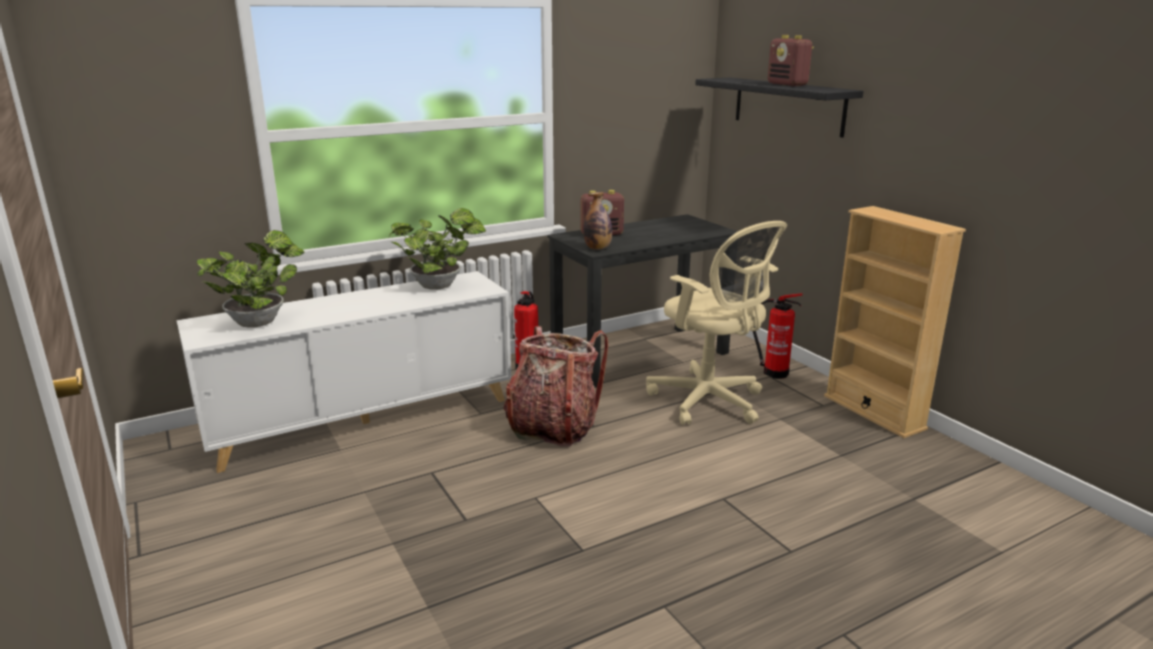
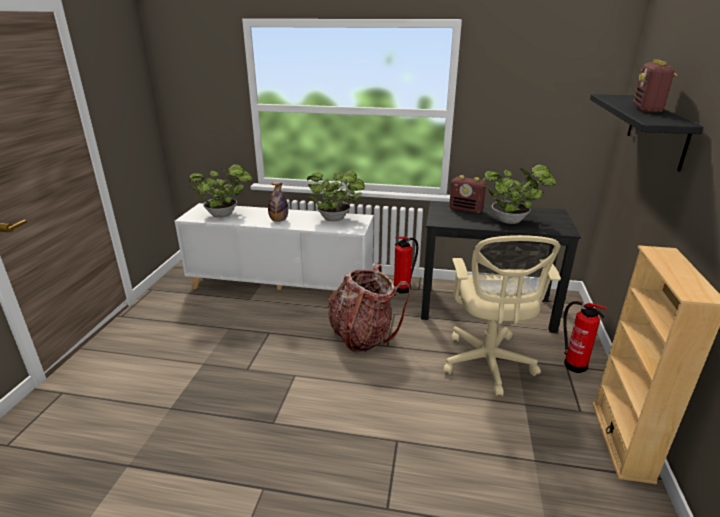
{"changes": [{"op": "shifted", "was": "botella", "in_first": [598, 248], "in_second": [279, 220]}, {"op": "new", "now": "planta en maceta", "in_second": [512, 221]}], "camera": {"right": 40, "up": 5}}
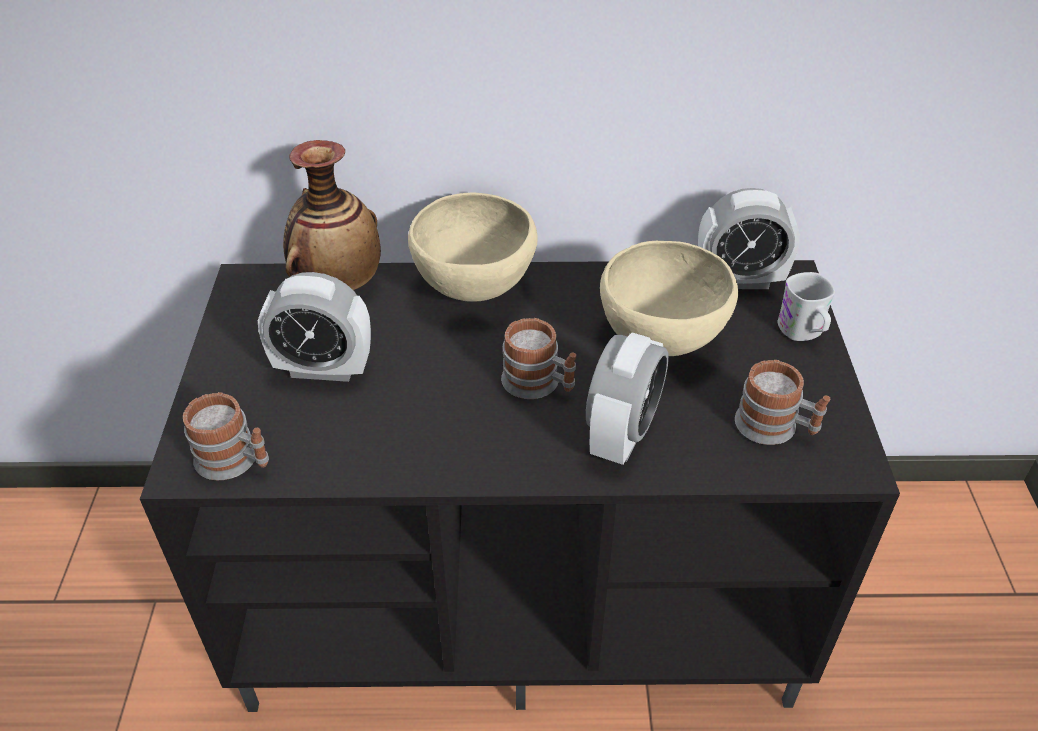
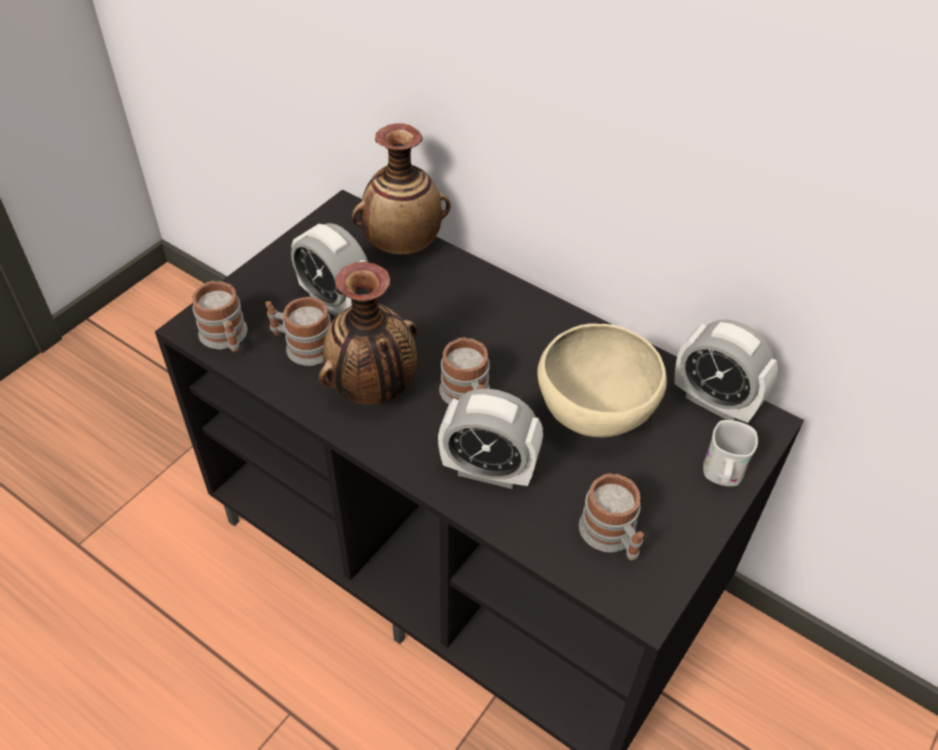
{"changes": [{"op": "gone", "was": "cuenco/beis", "in_first": [474, 288]}, {"op": "rotated", "was": "despertador", "in_first": [622, 435], "in_second": [488, 470], "clockwise": 45}, {"op": "new", "now": "taza grande", "in_second": [302, 346]}, {"op": "new", "now": "florero", "in_second": [373, 389]}], "camera": {"right": 35, "up": 5}}
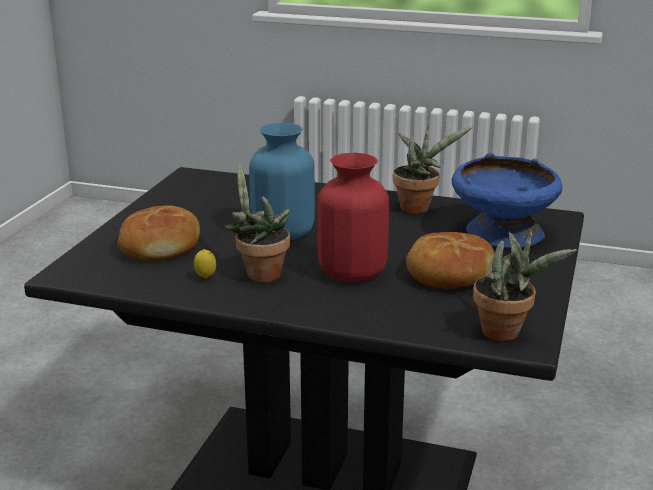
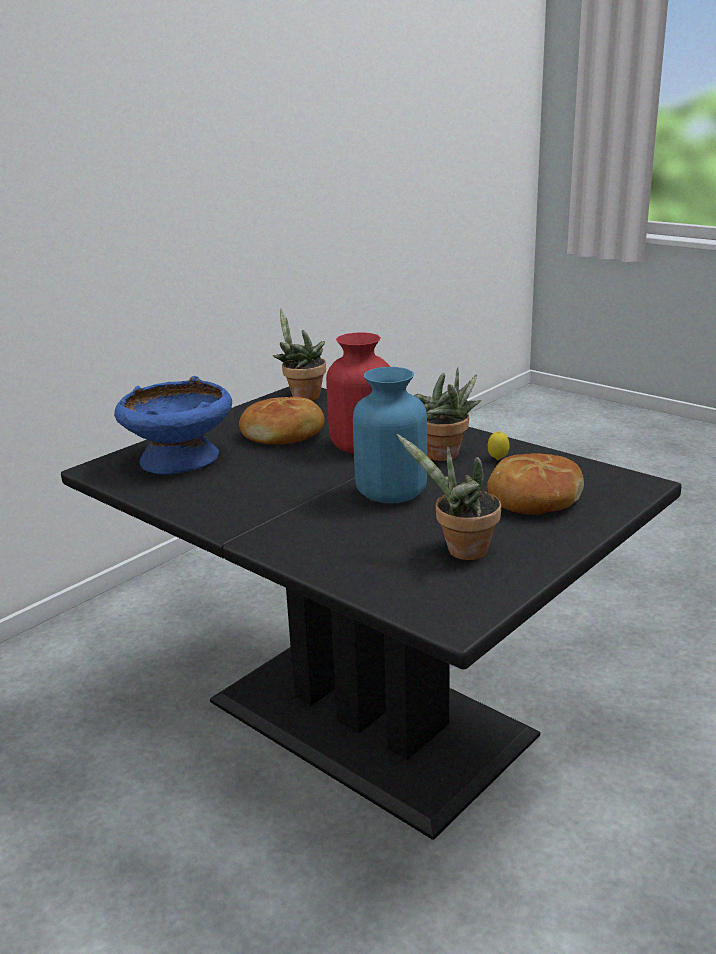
{"changes": [{"op": "shifted", "was": "planta en maceta", "in_first": [418, 207], "in_second": [461, 551]}], "camera": {"right": -155, "up": 0}}
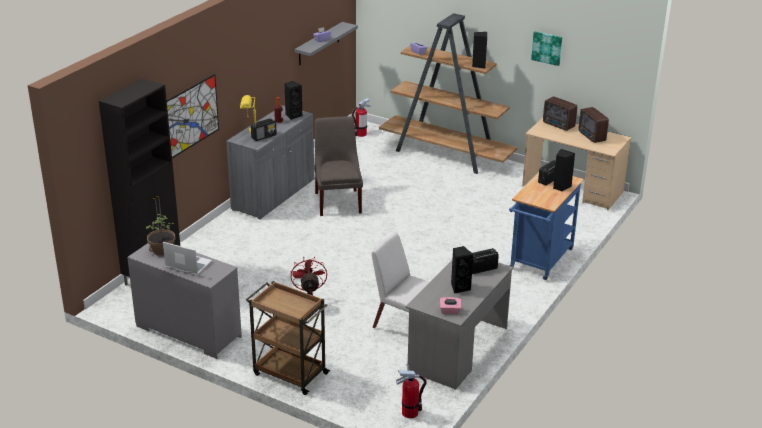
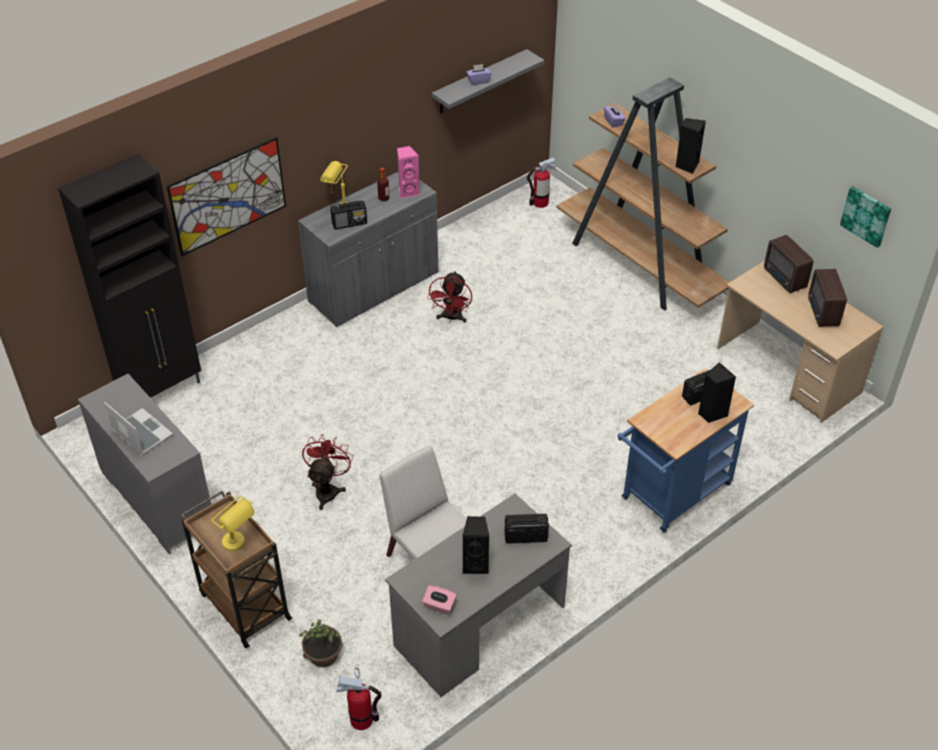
{"changes": [{"op": "shifted", "was": "planta en maceta", "in_first": [162, 250], "in_second": [323, 654]}, {"op": "repainted", "was": "altavoz/negro", "now": "altavoz/rosa", "in_first": [293, 115], "in_second": [408, 191]}, {"op": "swapped", "was": "silla/gris", "now": "ventilador/rojo", "in_first": [338, 201], "in_second": [451, 318]}, {"op": "shifted", "was": "cuadro", "in_first": [547, 48], "in_second": [866, 216]}, {"op": "new", "now": "lámpara de mesa/amarillo", "in_second": [239, 545]}], "camera": {"right": 20, "up": 15}}
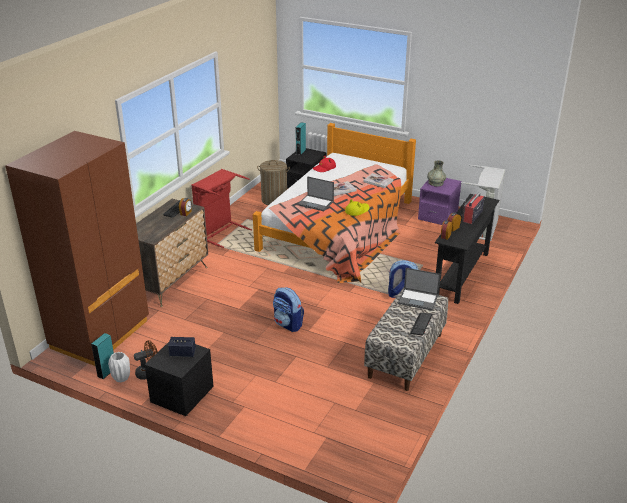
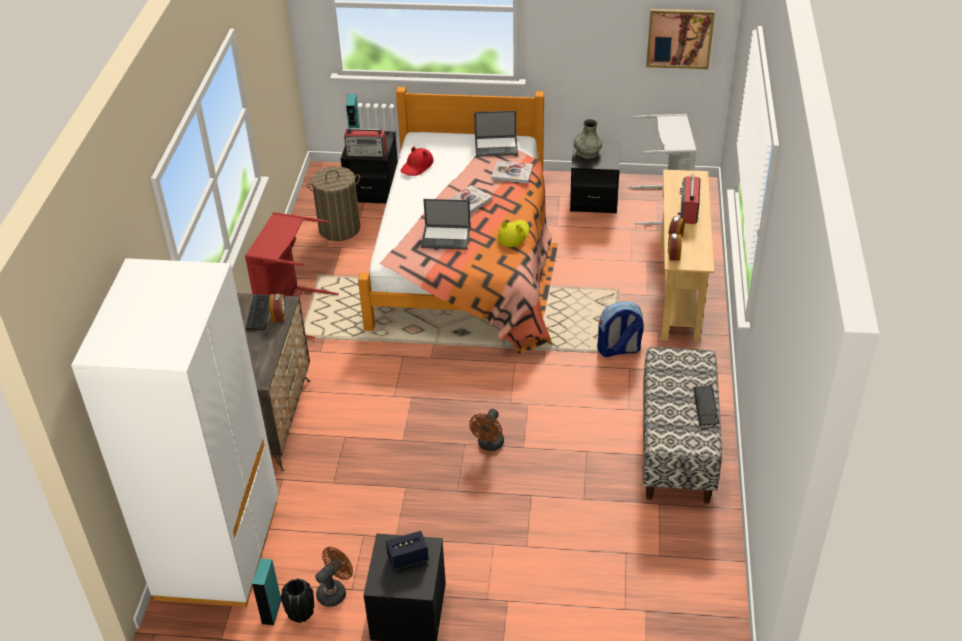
{"changes": [{"op": "repainted", "was": "armario ropero/marrón", "now": "armario ropero/blanco", "in_first": [100, 335], "in_second": [219, 550]}, {"op": "repainted", "was": "florero/blanco", "now": "florero/negro", "in_first": [121, 378], "in_second": [300, 614]}, {"op": "swapped", "was": "mochila", "now": "ventilador/marrón", "in_first": [288, 324], "in_second": [489, 445]}, {"op": "shifted", "was": "portátil", "in_first": [418, 299], "in_second": [497, 146]}, {"op": "repainted", "was": "mesita de noche/morado", "now": "mesita de noche/negro", "in_first": [438, 216], "in_second": [594, 198]}, {"op": "repainted", "was": "mesa consola/negro", "now": "mesa consola/beis", "in_first": [462, 275], "in_second": [679, 291]}, {"op": "new", "now": "radio", "in_second": [367, 152]}, {"op": "new", "now": "cuadro", "in_second": [679, 38]}], "camera": {"right": -20, "up": 10}}
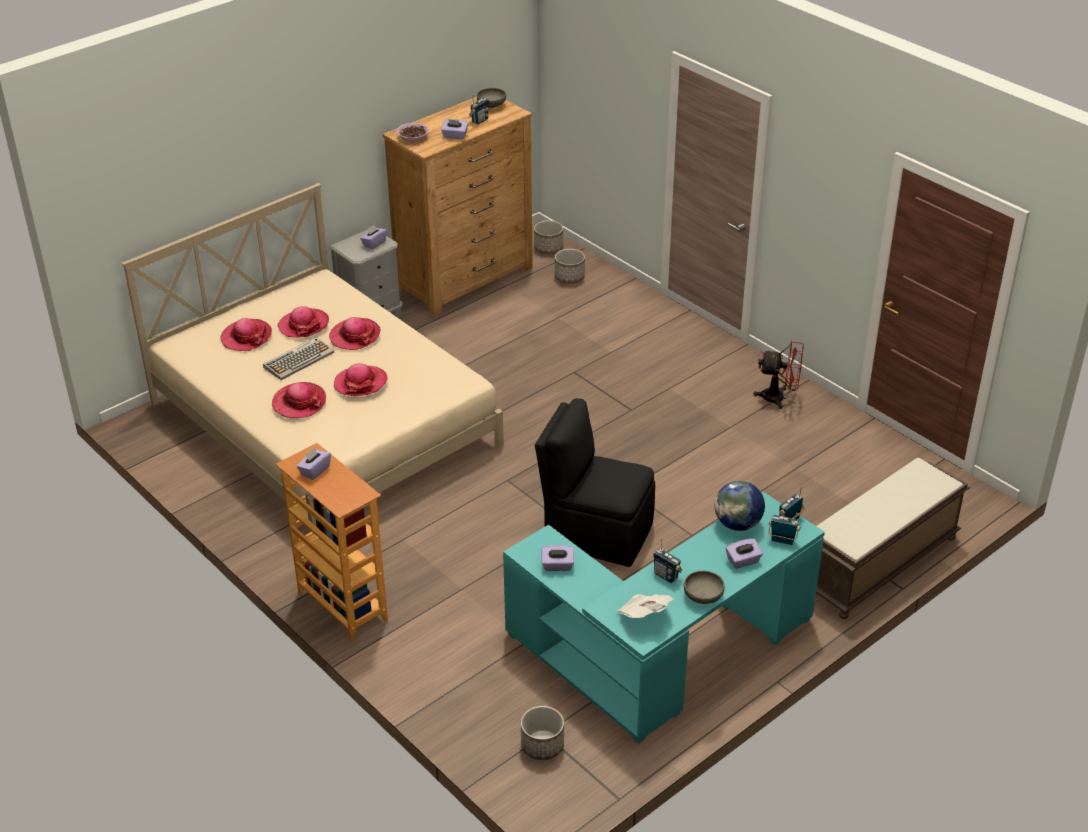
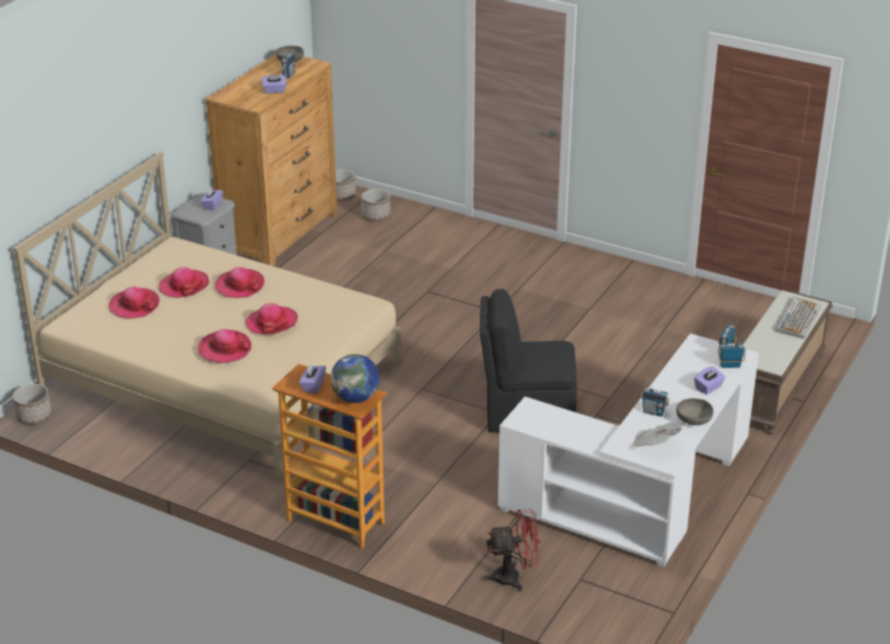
{"changes": [{"op": "shifted", "was": "teclado", "in_first": [299, 359], "in_second": [798, 318]}, {"op": "gone", "was": "cuenco", "in_first": [412, 137]}, {"op": "repainted", "was": "escritorio/turquesa", "now": "escritorio/blanco", "in_first": [662, 656], "in_second": [642, 496]}, {"op": "shifted", "was": "maceta", "in_first": [542, 746], "in_second": [34, 417]}, {"op": "gone", "was": "caja de pañuelos/morado", "in_first": [557, 566]}, {"op": "shifted", "was": "globo terráqueo", "in_first": [738, 524], "in_second": [355, 398]}, {"op": "shifted", "was": "ventilador/rojo", "in_first": [779, 398], "in_second": [514, 577]}], "camera": {"right": -20, "up": -5}}
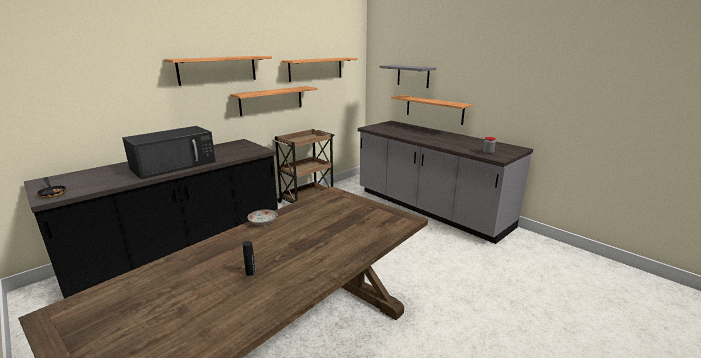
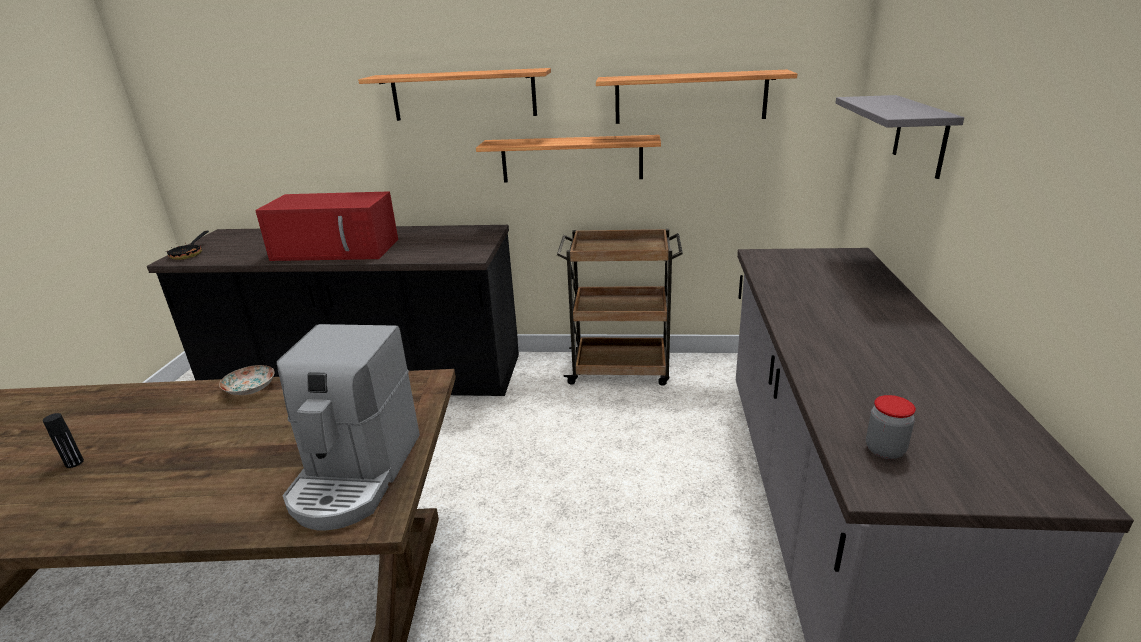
{"changes": [{"op": "repainted", "was": "microondas/negro", "now": "microondas/rojo", "in_first": [175, 165], "in_second": [337, 249]}, {"op": "gone", "was": "estante", "in_first": [434, 109]}, {"op": "new", "now": "cafetera", "in_second": [355, 475]}], "camera": {"right": 50, "up": 5}}
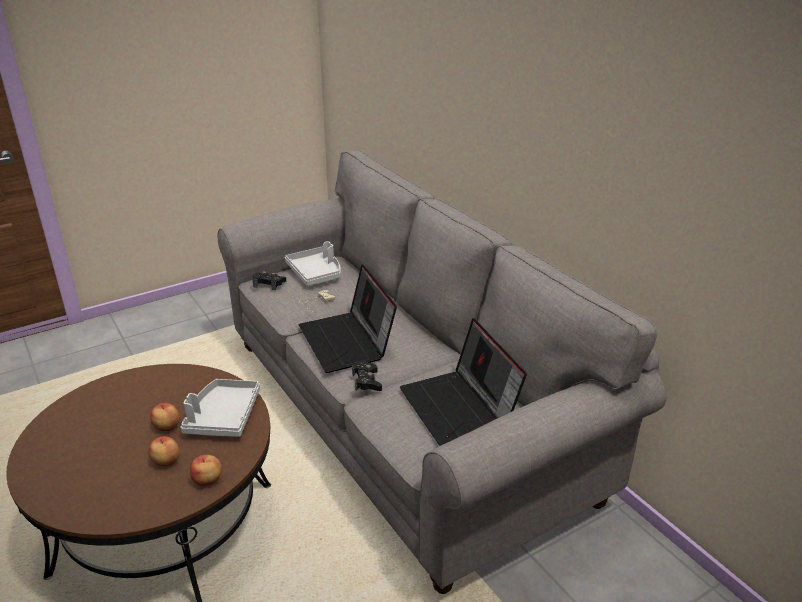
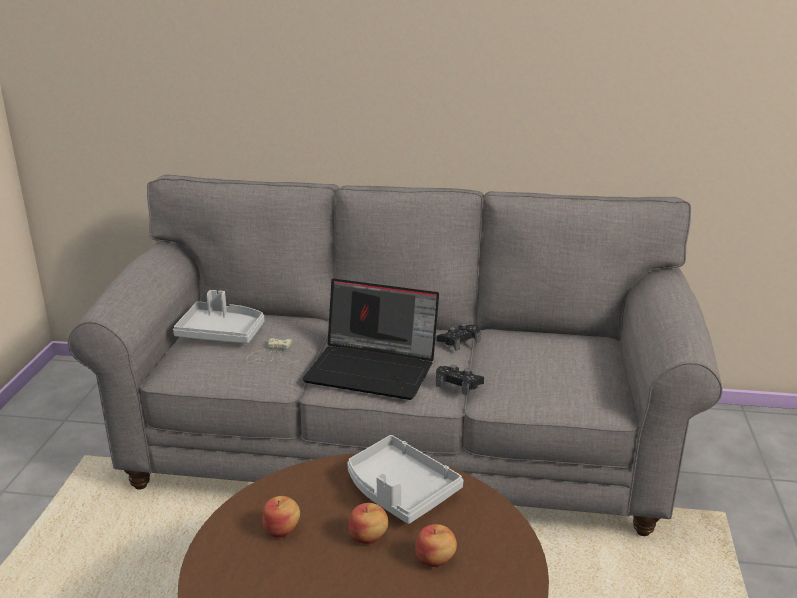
{"changes": [{"op": "shifted", "was": "manzana", "in_first": [208, 480], "in_second": [282, 530]}, {"op": "shifted", "was": "mando de consola/negro", "in_first": [269, 284], "in_second": [459, 341]}, {"op": "gone", "was": "portátil", "in_first": [460, 409]}], "camera": {"right": -50, "up": -5}}
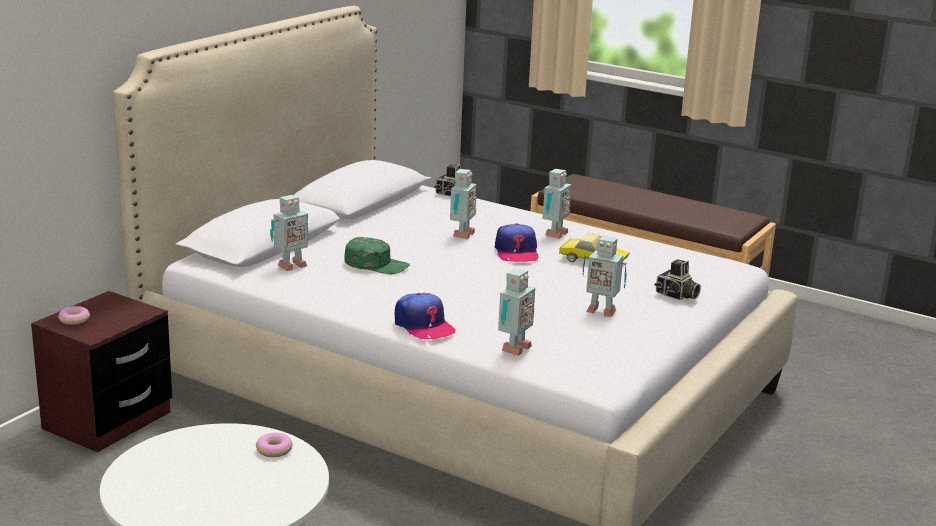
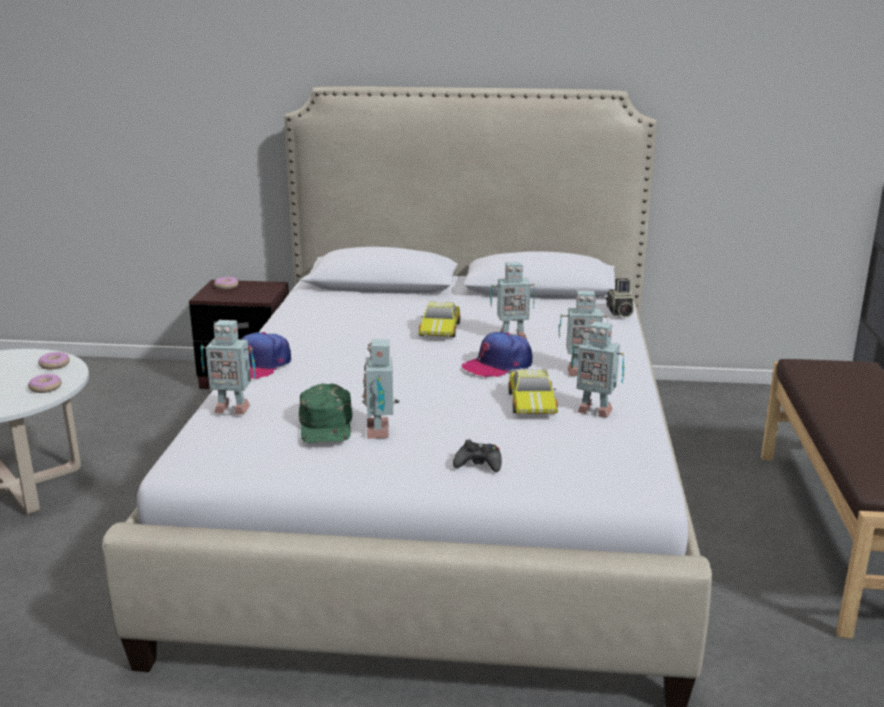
{"changes": [{"op": "shifted", "was": "robot de juguete", "in_first": [290, 266], "in_second": [594, 410]}, {"op": "shifted", "was": "gorra/verde", "in_first": [376, 264], "in_second": [326, 425]}, {"op": "swapped", "was": "cámara", "now": "mando de consola/negro", "in_first": [676, 296], "in_second": [478, 464]}, {"op": "new", "now": "rosquilla", "in_second": [54, 365]}, {"op": "new", "now": "coche de juguete", "in_second": [441, 329]}], "camera": {"right": 65, "up": 0}}
